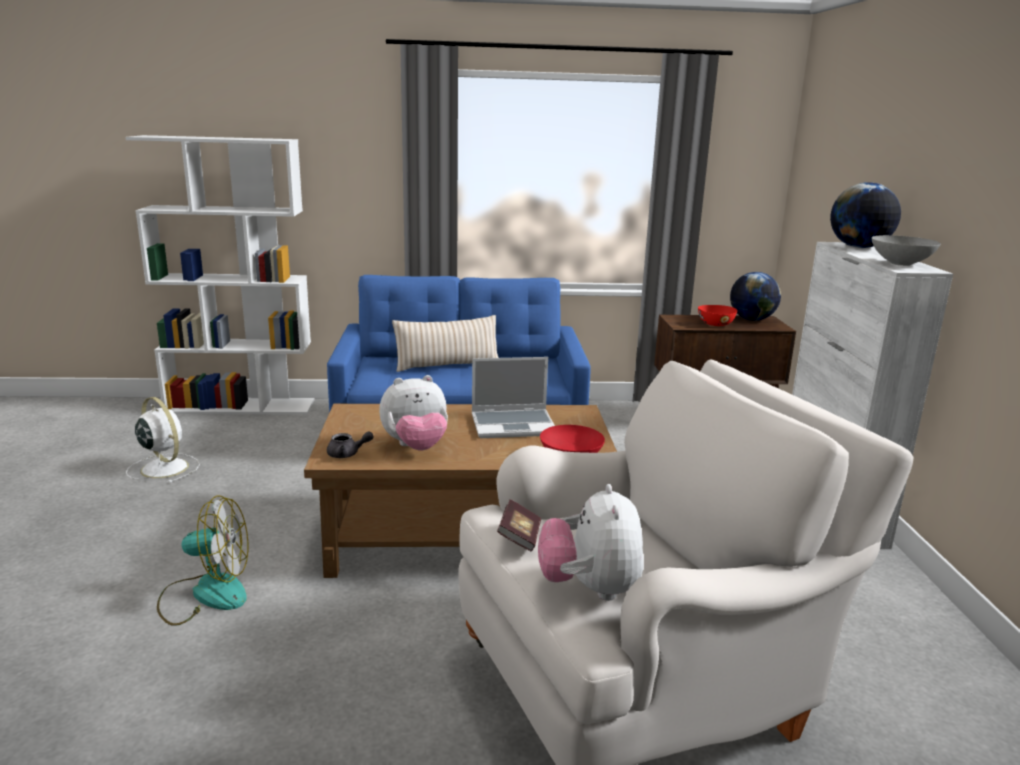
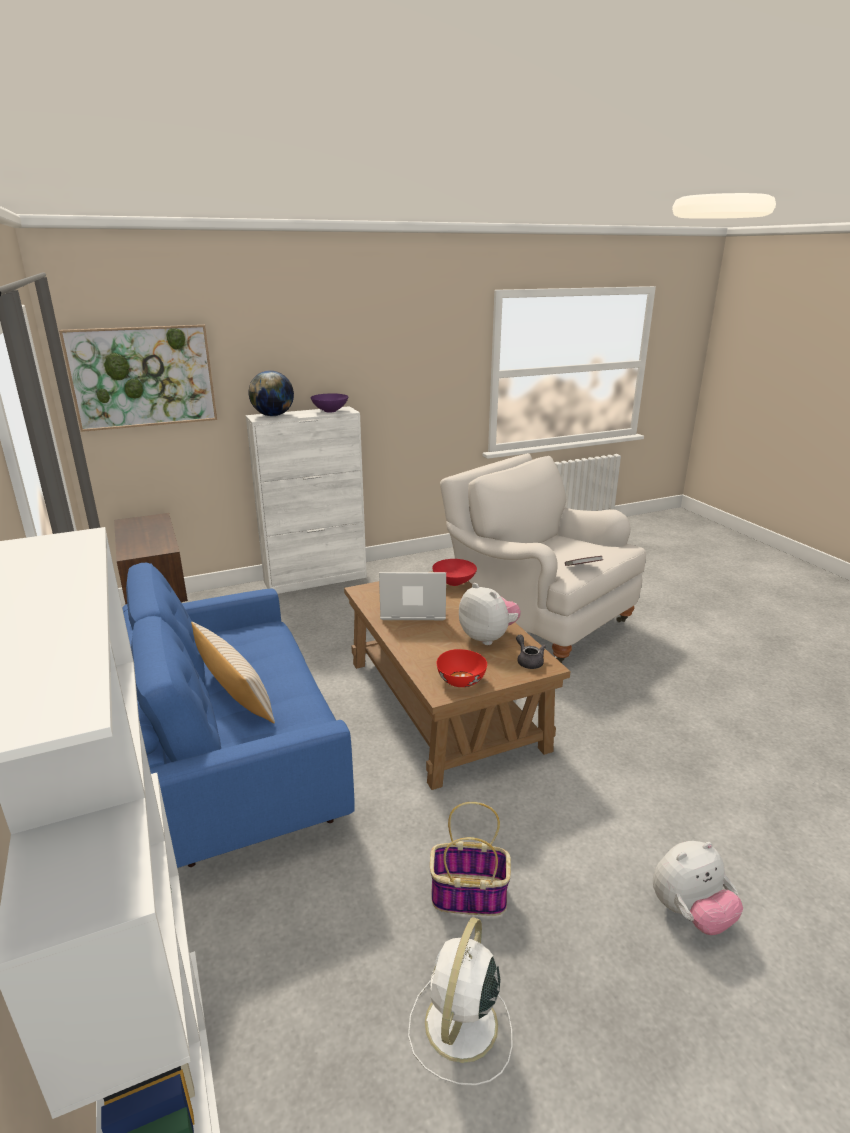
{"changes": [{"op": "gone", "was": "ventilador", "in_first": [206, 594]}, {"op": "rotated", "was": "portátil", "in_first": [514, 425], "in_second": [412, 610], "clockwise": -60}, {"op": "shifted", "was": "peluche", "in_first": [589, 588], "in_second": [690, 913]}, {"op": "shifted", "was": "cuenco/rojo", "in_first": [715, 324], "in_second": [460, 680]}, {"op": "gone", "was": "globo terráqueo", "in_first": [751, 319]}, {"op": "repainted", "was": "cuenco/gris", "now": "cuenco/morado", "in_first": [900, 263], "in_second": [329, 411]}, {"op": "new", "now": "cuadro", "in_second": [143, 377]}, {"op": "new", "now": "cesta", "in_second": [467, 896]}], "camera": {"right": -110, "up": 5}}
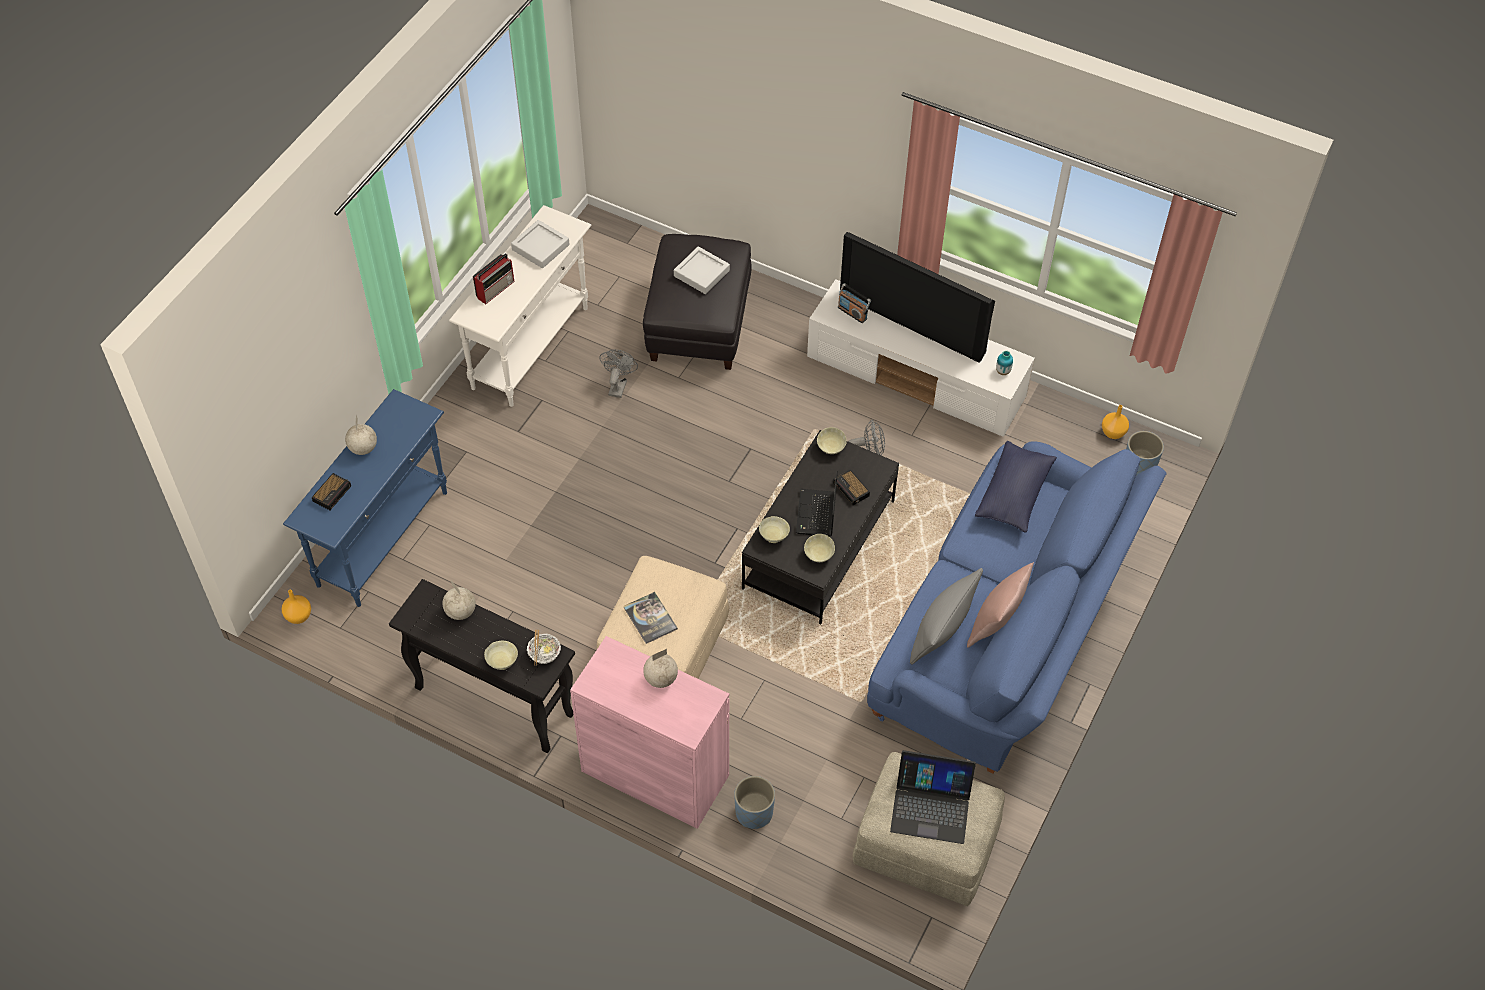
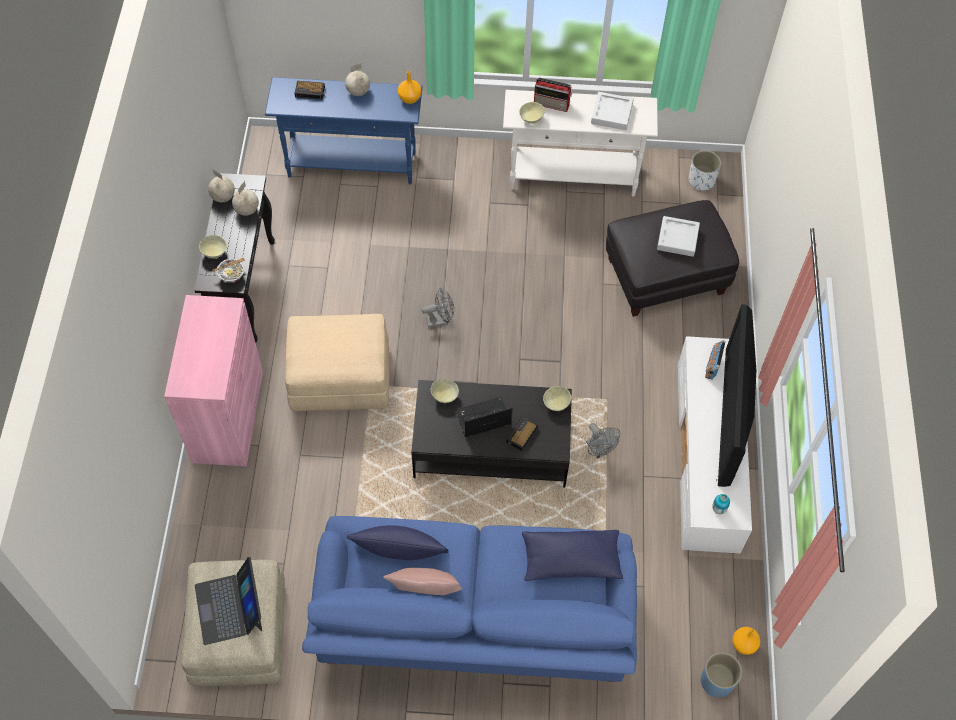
{"changes": [{"op": "shifted", "was": "florero/naranja", "in_first": [299, 616], "in_second": [410, 99]}, {"op": "shifted", "was": "ventilador/gris", "in_first": [618, 385], "in_second": [440, 320]}, {"op": "gone", "was": "libro", "in_first": [650, 618]}, {"op": "shifted", "was": "globo terráqueo", "in_first": [660, 679], "in_second": [223, 197]}, {"op": "gone", "was": "maceta/azul", "in_first": [754, 813]}, {"op": "shifted", "was": "cuenco/beis", "in_first": [818, 555], "in_second": [531, 119]}, {"op": "repainted", "was": "cojín/gris", "now": "cojín/azul", "in_first": [942, 629], "in_second": [399, 551]}, {"op": "new", "now": "maceta/blanco", "in_second": [701, 180]}], "camera": {"right": 65, "up": 5}}
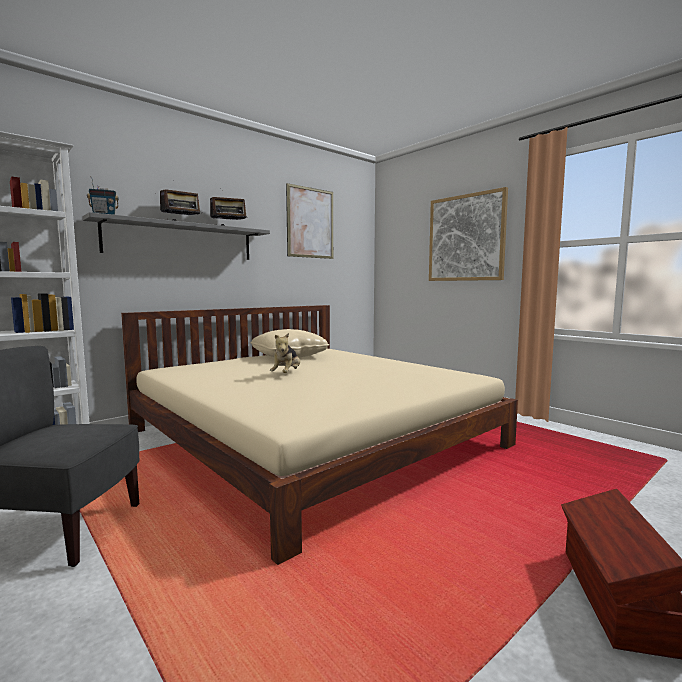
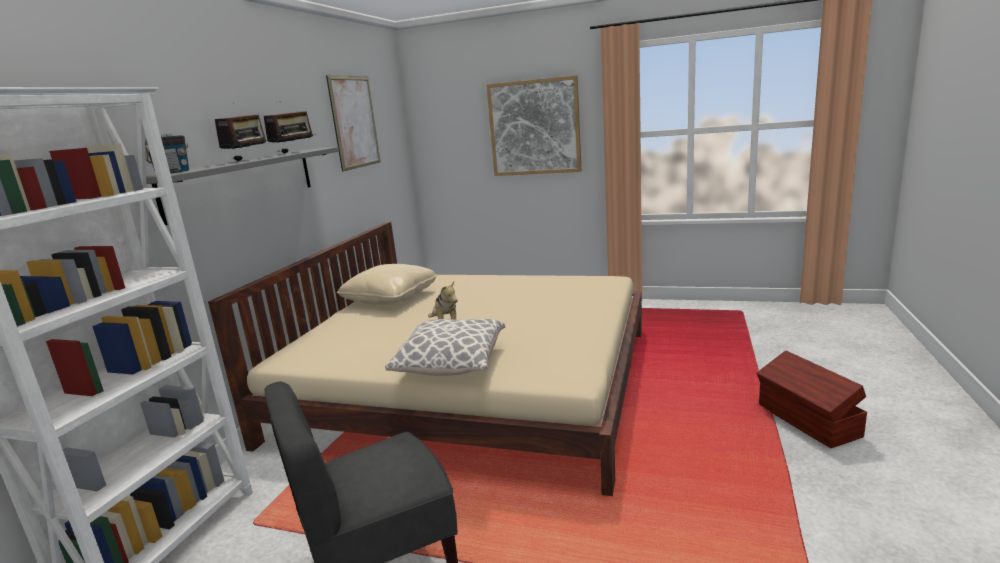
{"changes": [{"op": "new", "now": "cojín", "in_second": [451, 365]}], "camera": {"right": -30, "up": 10}}
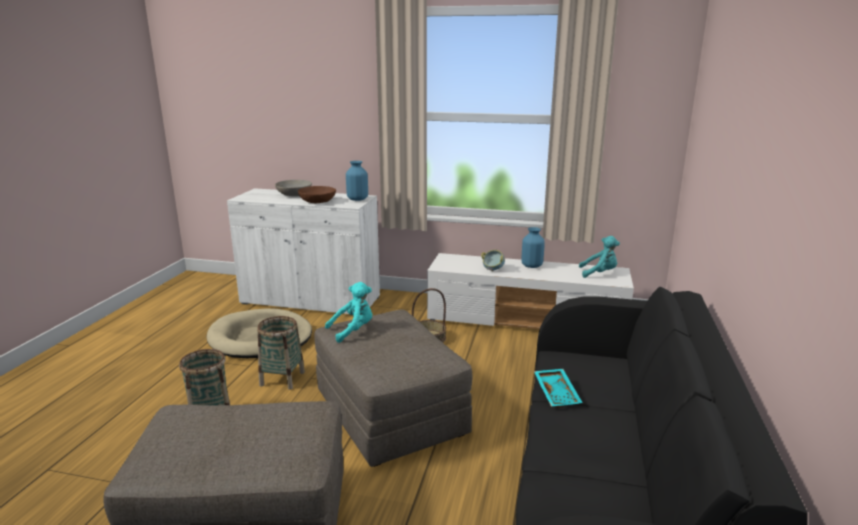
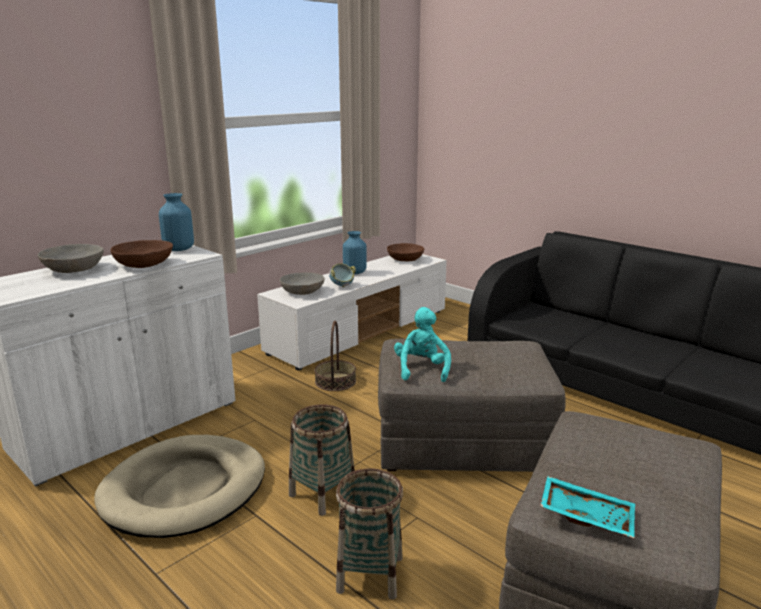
{"changes": [{"op": "shifted", "was": "bandeja/turquesa", "in_first": [557, 393], "in_second": [587, 515]}, {"op": "swapped", "was": "peluche/turquesa", "now": "cuenco/marrón", "in_first": [599, 273], "in_second": [405, 259]}, {"op": "new", "now": "cuenco/gris", "in_second": [303, 292]}], "camera": {"right": -60, "up": 0}}
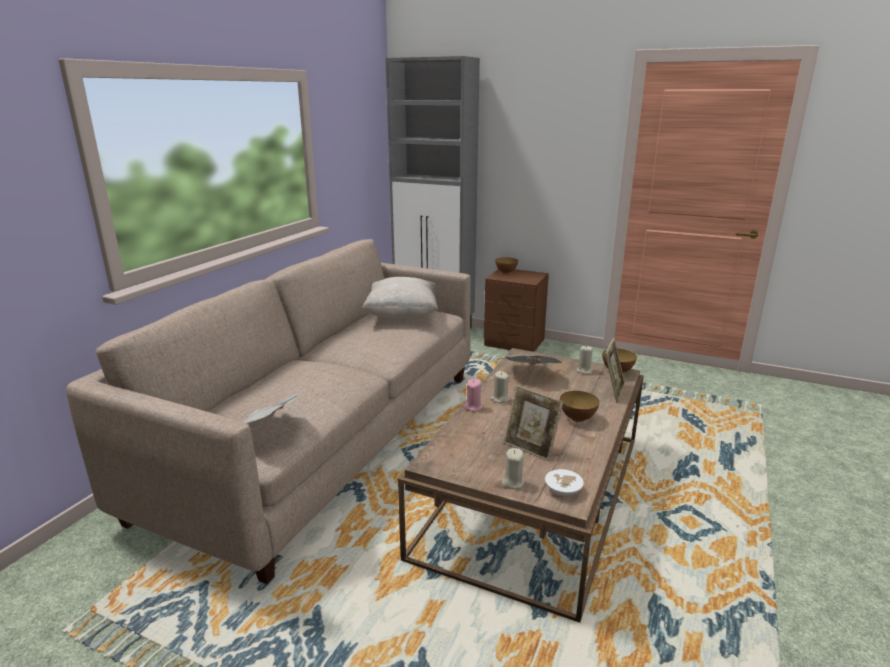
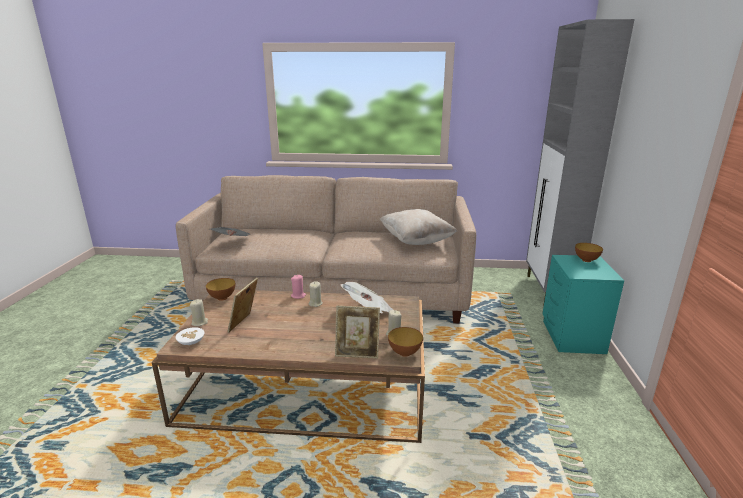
{"changes": [{"op": "repainted", "was": "mesita de noche/marrón", "now": "mesita de noche/turquesa", "in_first": [515, 343], "in_second": [571, 337]}, {"op": "shifted", "was": "cuenco", "in_first": [577, 418], "in_second": [222, 298]}], "camera": {"right": 70, "up": 0}}
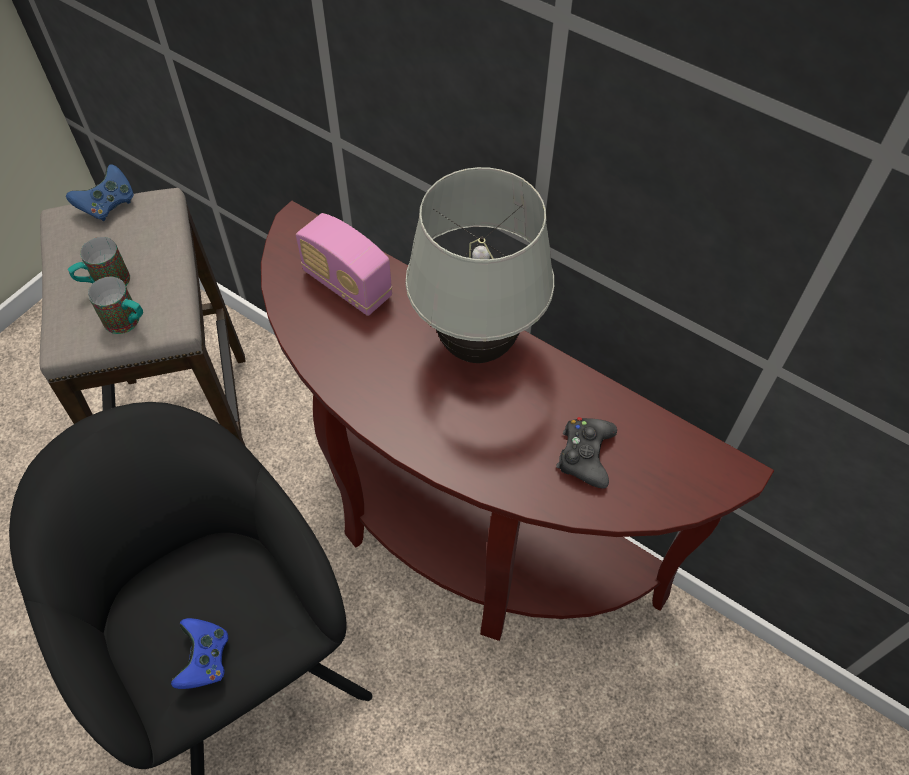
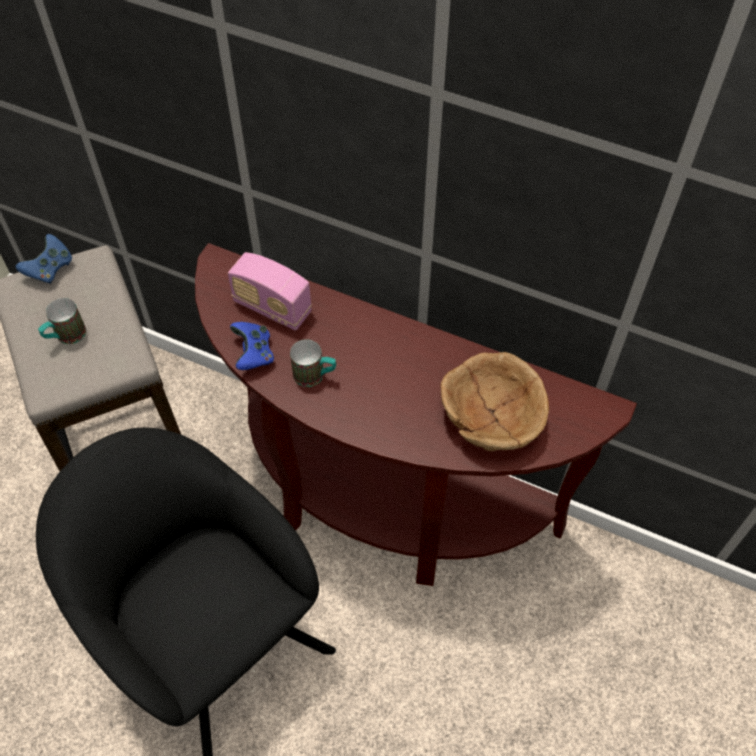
{"changes": [{"op": "shifted", "was": "taza grande", "in_first": [128, 323], "in_second": [315, 376]}, {"op": "shifted", "was": "mando de consola/azul", "in_first": [205, 659], "in_second": [253, 354]}, {"op": "gone", "was": "lámpara de mesa/blanco", "in_first": [476, 347]}, {"op": "swapped", "was": "mando de consola/negro", "now": "cuenco/marrón", "in_first": [585, 455], "in_second": [491, 415]}], "camera": {"right": -10, "up": 0}}
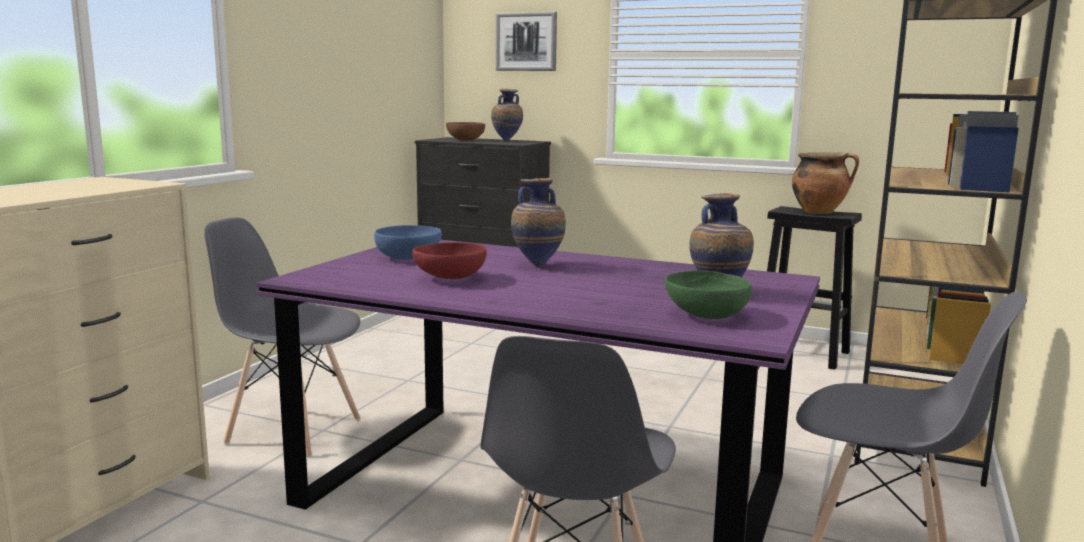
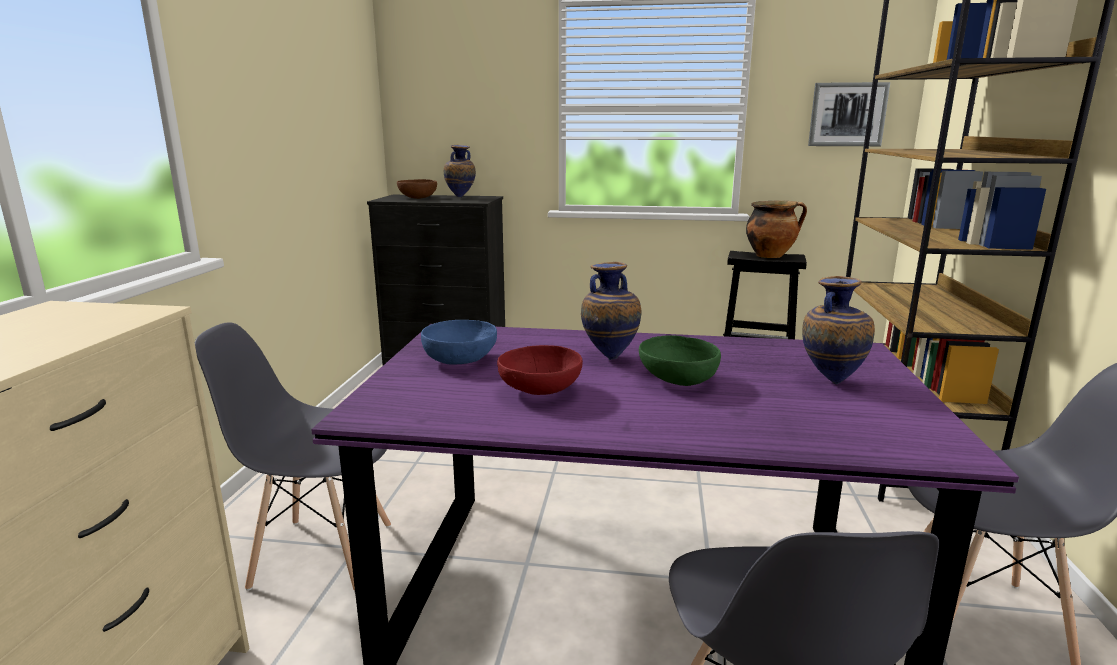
{"changes": [{"op": "shifted", "was": "cuadro", "in_first": [526, 41], "in_second": [847, 114]}, {"op": "shifted", "was": "cuenco/verde", "in_first": [705, 315], "in_second": [677, 380]}], "camera": {"right": -15, "up": 5}}
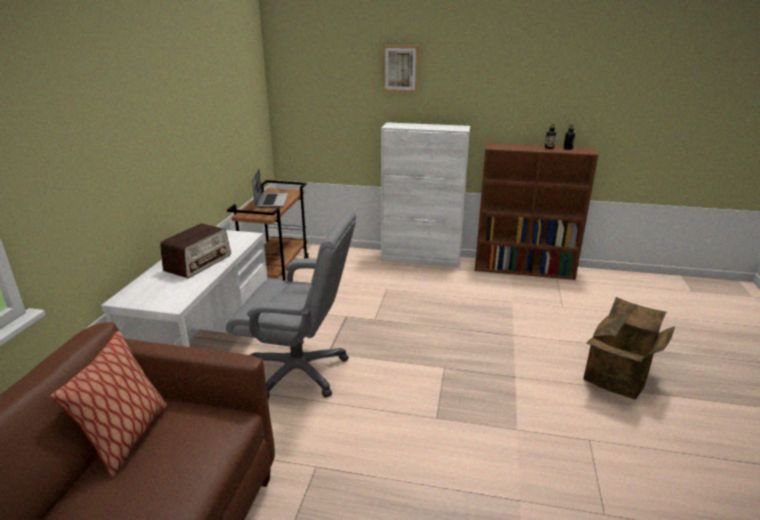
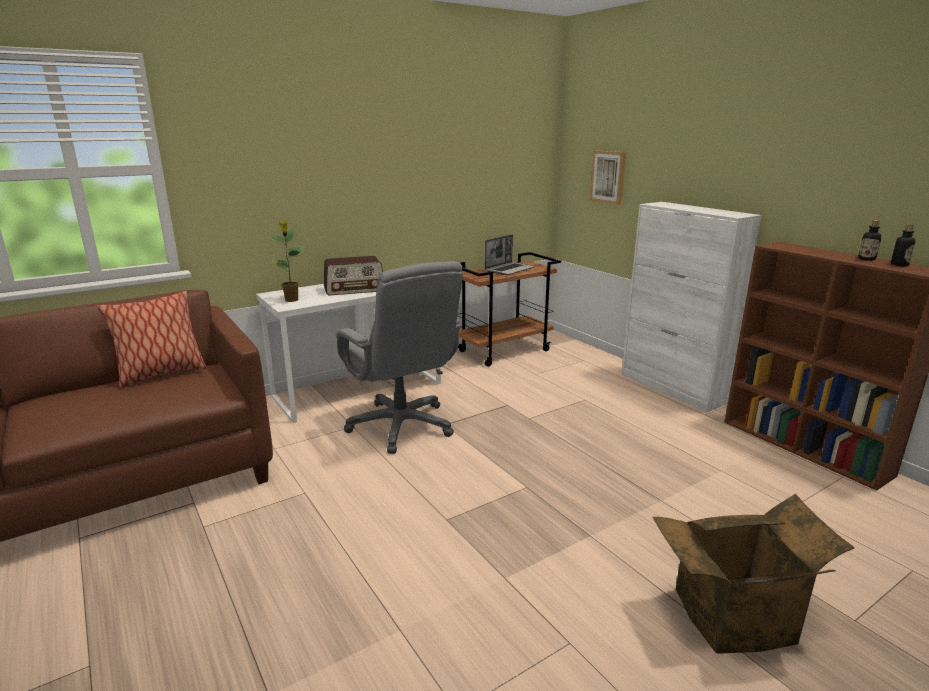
{"changes": [{"op": "shifted", "was": "cuadro", "in_first": [400, 68], "in_second": [608, 177]}, {"op": "new", "now": "planta en maceta", "in_second": [291, 300]}], "camera": {"right": 45, "up": -5}}
